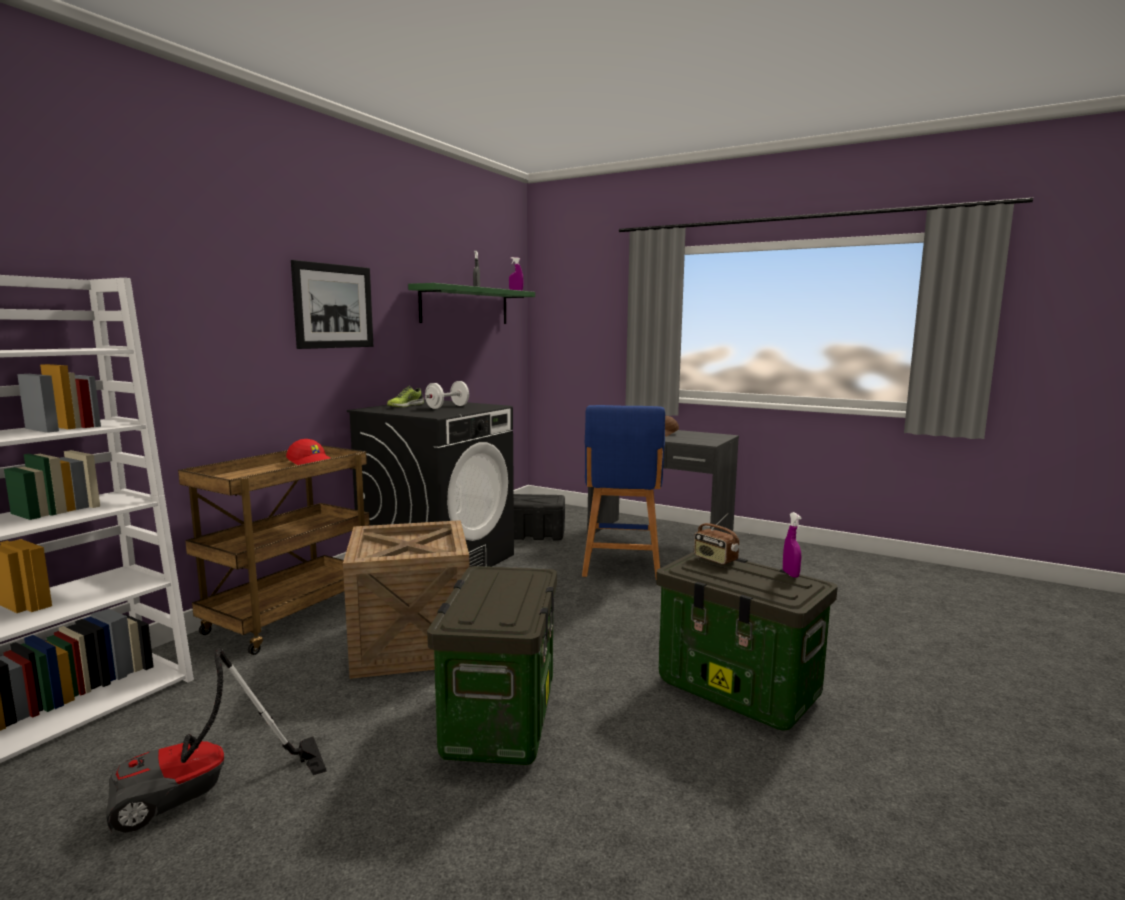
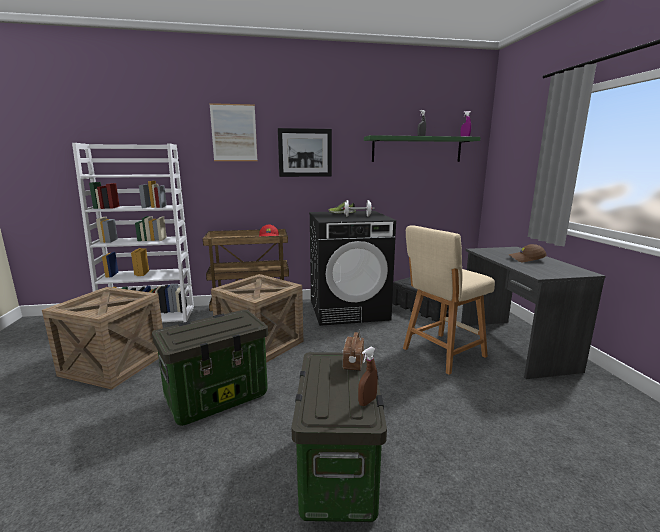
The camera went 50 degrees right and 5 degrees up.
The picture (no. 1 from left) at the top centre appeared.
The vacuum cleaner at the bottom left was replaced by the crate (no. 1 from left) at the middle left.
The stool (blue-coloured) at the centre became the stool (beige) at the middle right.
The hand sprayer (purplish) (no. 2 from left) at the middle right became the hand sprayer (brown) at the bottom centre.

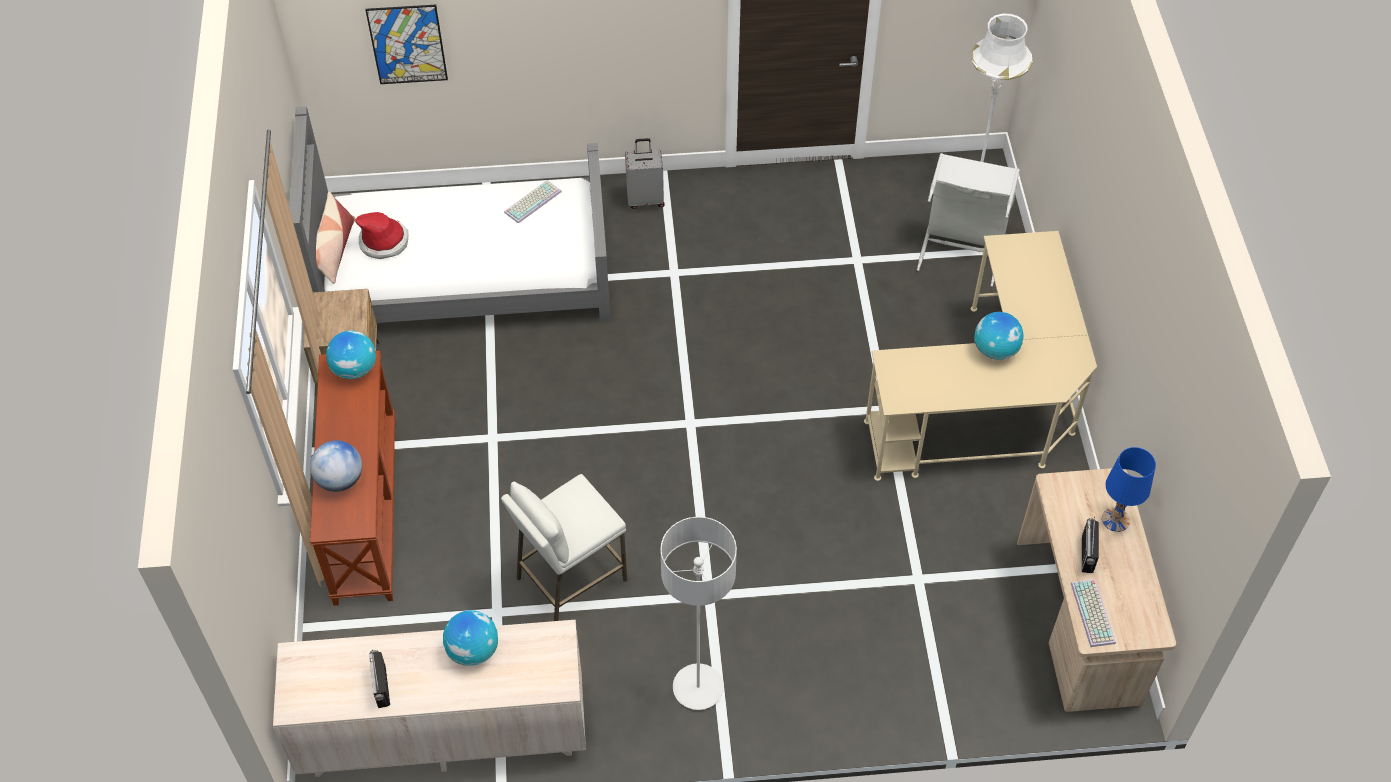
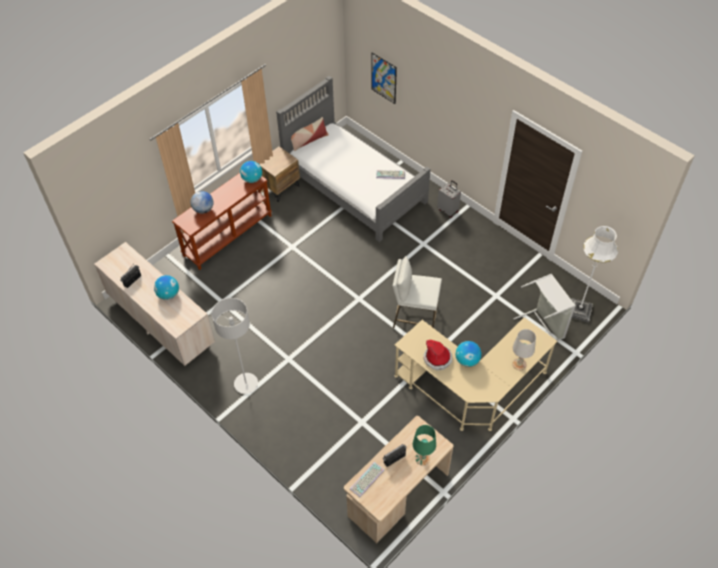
The camera went 50 degrees right and 0 degrees up.
The lamp for a table (white-coloured) at the middle right appeared.
The clothing hat moved from the top left to the centre.
The stool (white-coloured) moved from the bottom centre to the centre.
The lamp for a table (blue-coloured) at the middle right became the lamp for a table (green) at the bottom centre.

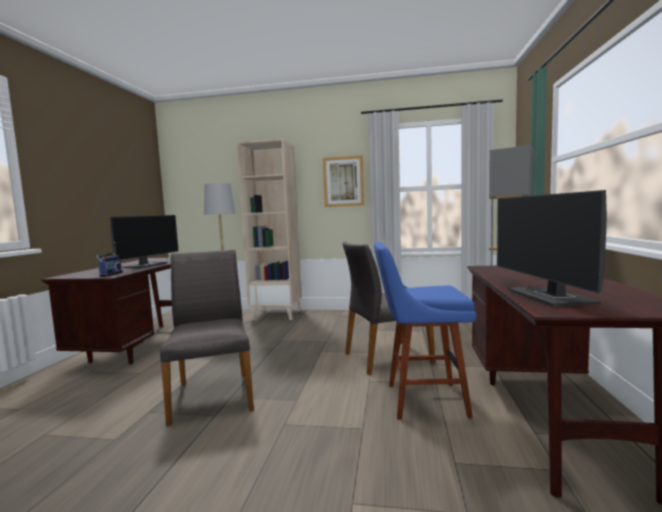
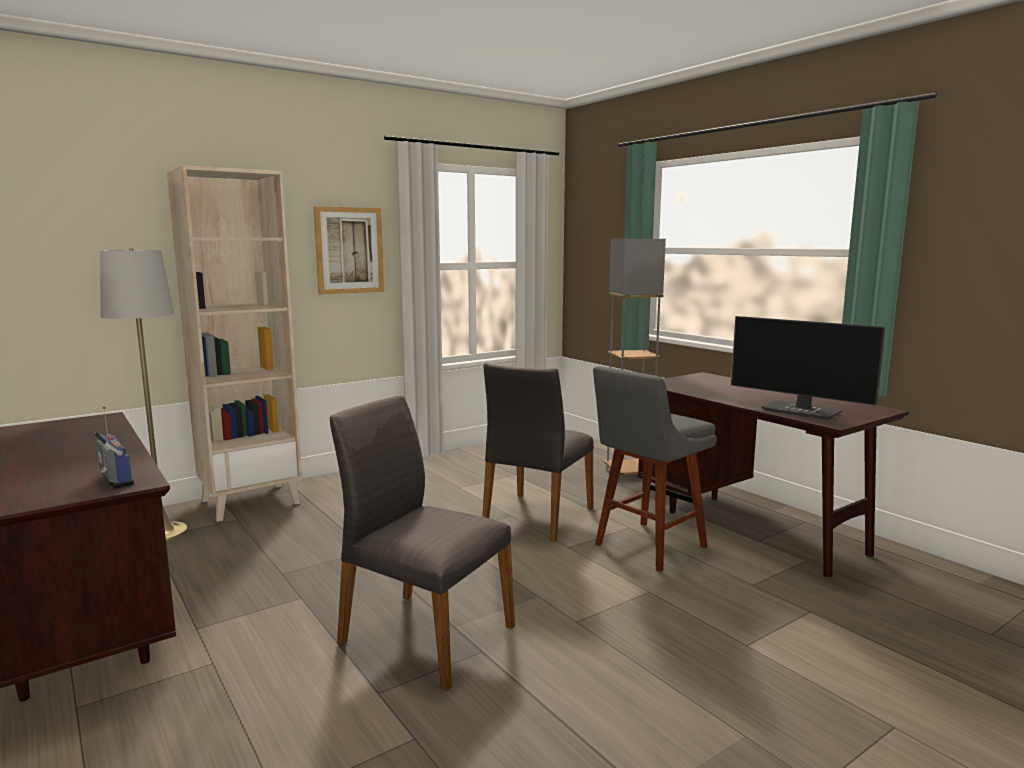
The camera went 45 degrees left and 5 degrees up.
The monitor (no. 1 from left) at the middle left disappeared.
The stool (blue-coloured) at the centre became the stool (gray) at the centre.

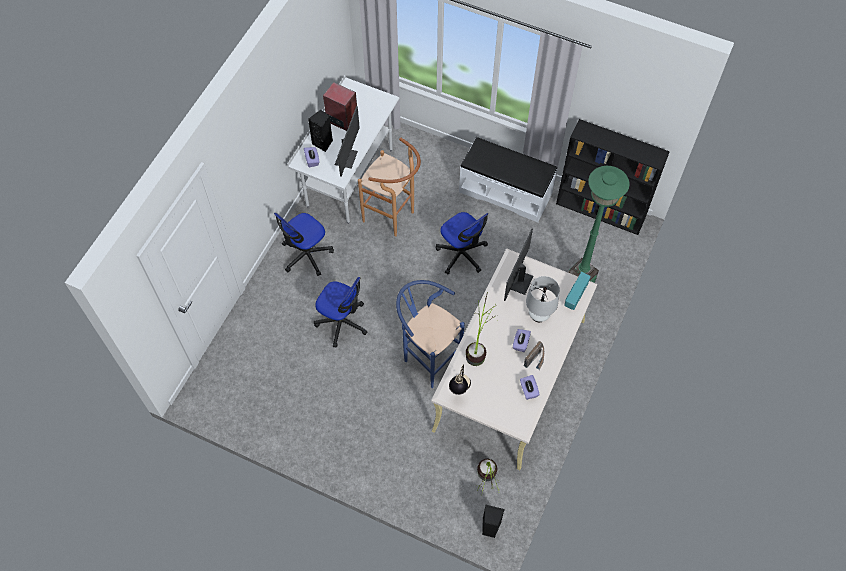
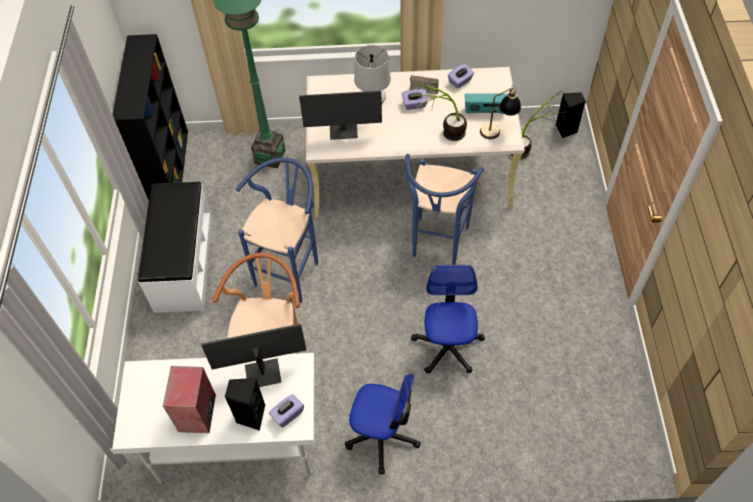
The camera went 115 degrees left and 5 degrees down.
The radio receiver (no. 2 from left) moved from the middle right to the top centre.
The computer chair (no. 3 from left) at the centre was replaced by the stool (blue-coloured) (no. 1 from left) at the centre.

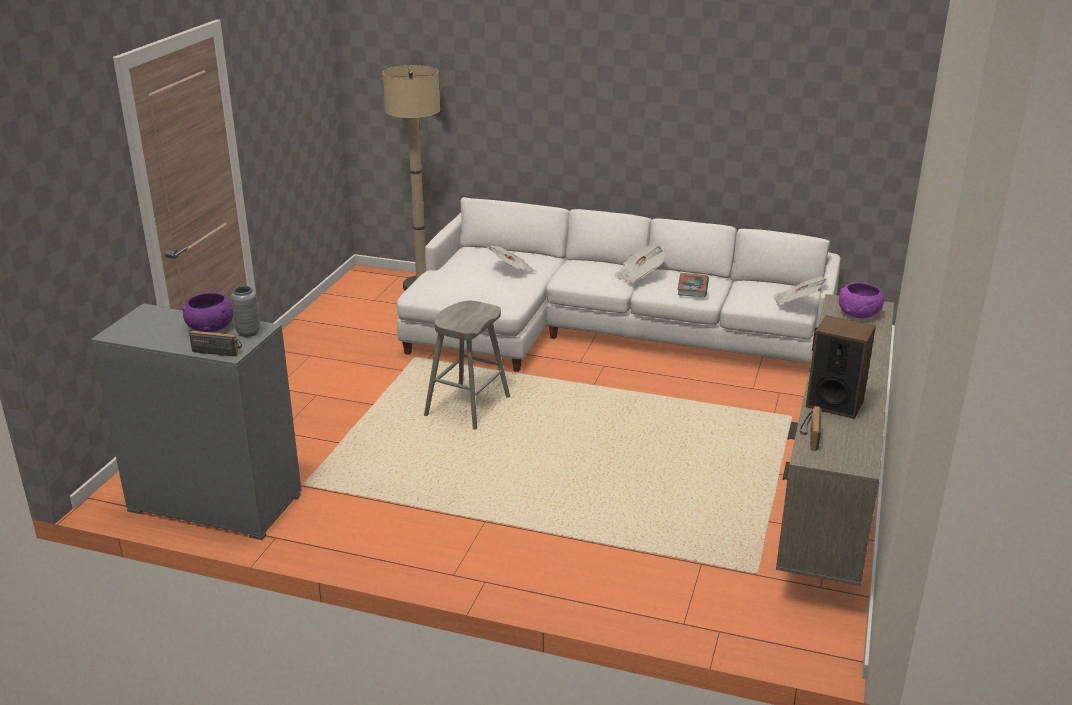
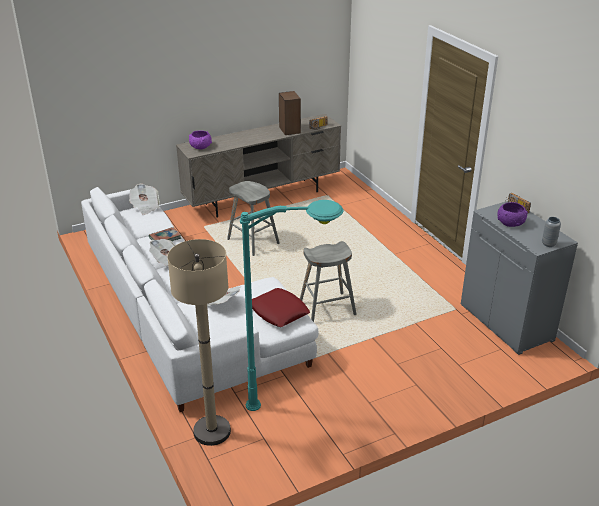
The camera went 135 degrees left and 5 degrees up.
The stool (gray) (no. 1 from left) at the centre appeared.
The standard lamp (turquoise) at the centre appeared.
The pillow (reddish) at the centre appeared.
The vase (gray) moved from the middle left to the middle right.

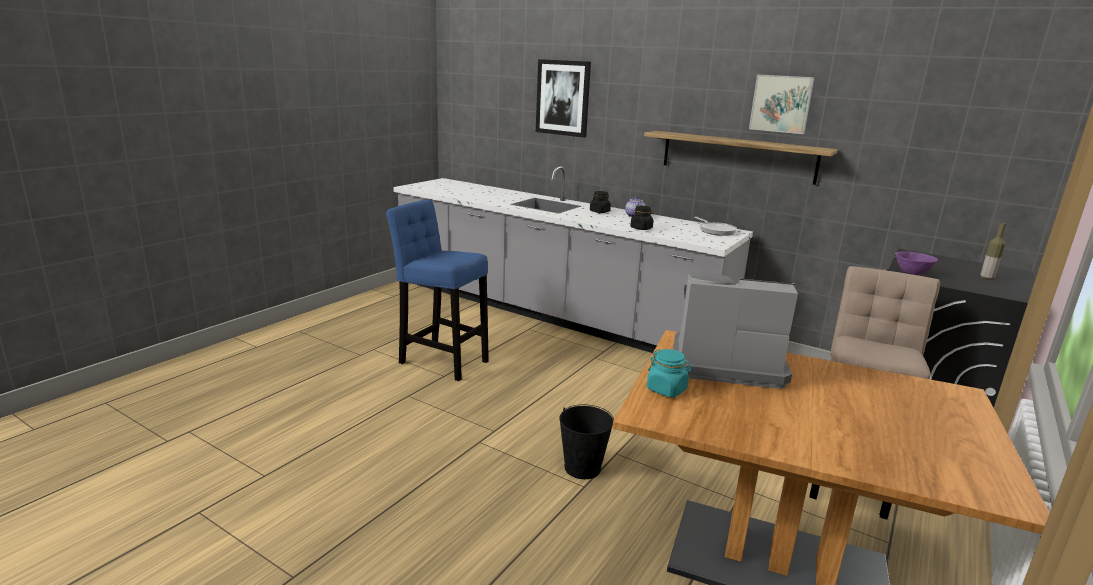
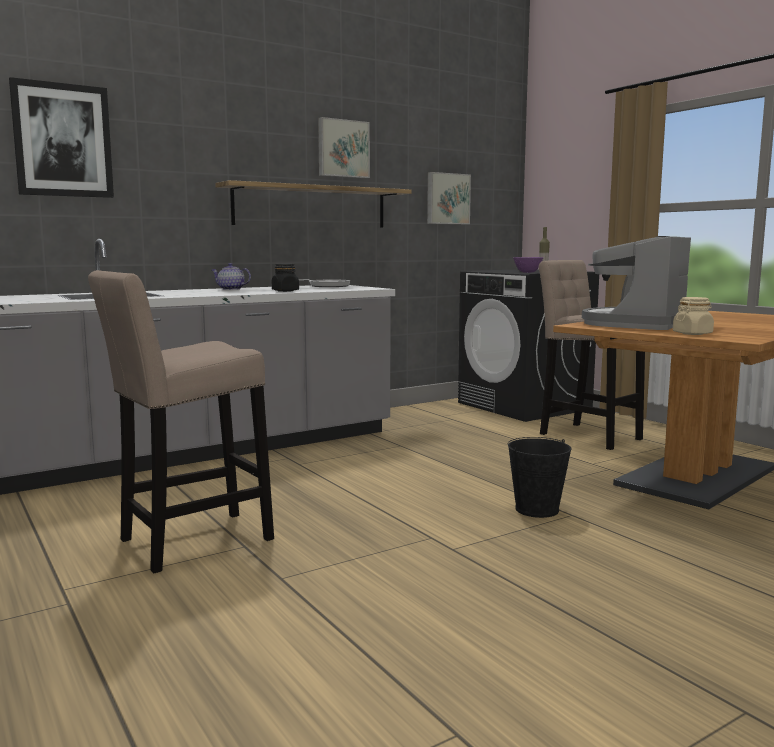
The camera went 65 degrees left and 10 degrees down.
The preserve jar (black) (no. 1 from left) at the centre disappeared.
The picture (no. 3 from left) at the top centre appeared.
The stool (blue-coloured) at the centre became the stool (beige) (no. 1 from left) at the middle left.
The preserve jar (turquoise) at the centre became the preserve jar (beige) at the middle right.

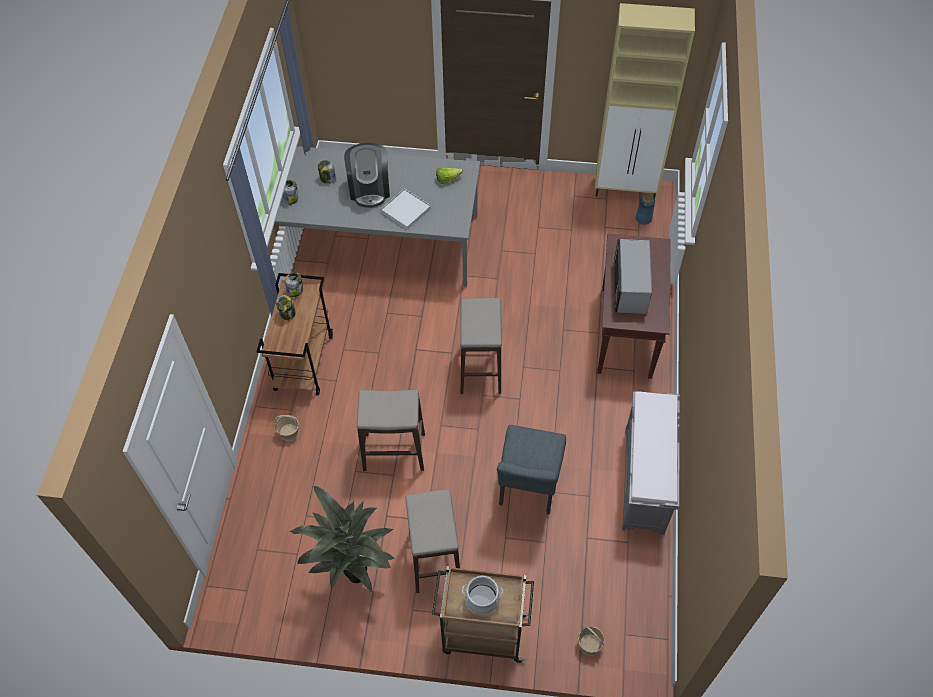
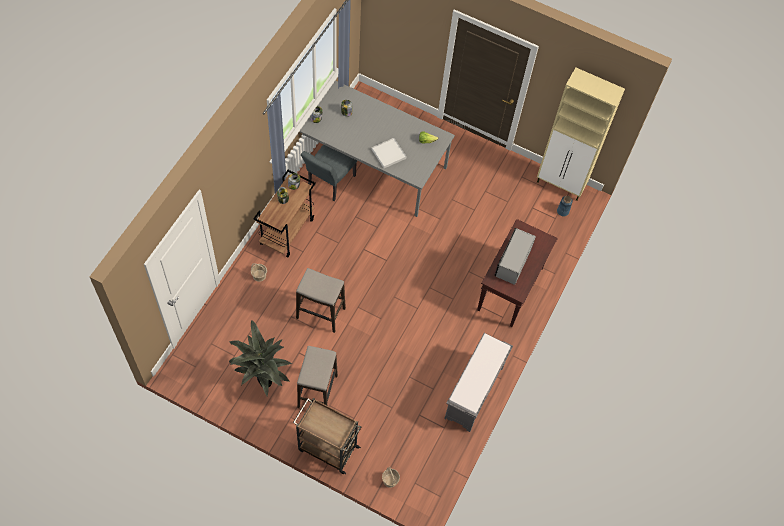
The camera went 15 degrees right and 5 degrees up.
The coffee maker at the top centre disappeared.
The stool (no. 3 from left) at the centre disappeared.
The saucepot at the bottom centre disappeared.
The plain chair (gray) moved from the bottom centre to the top centre.

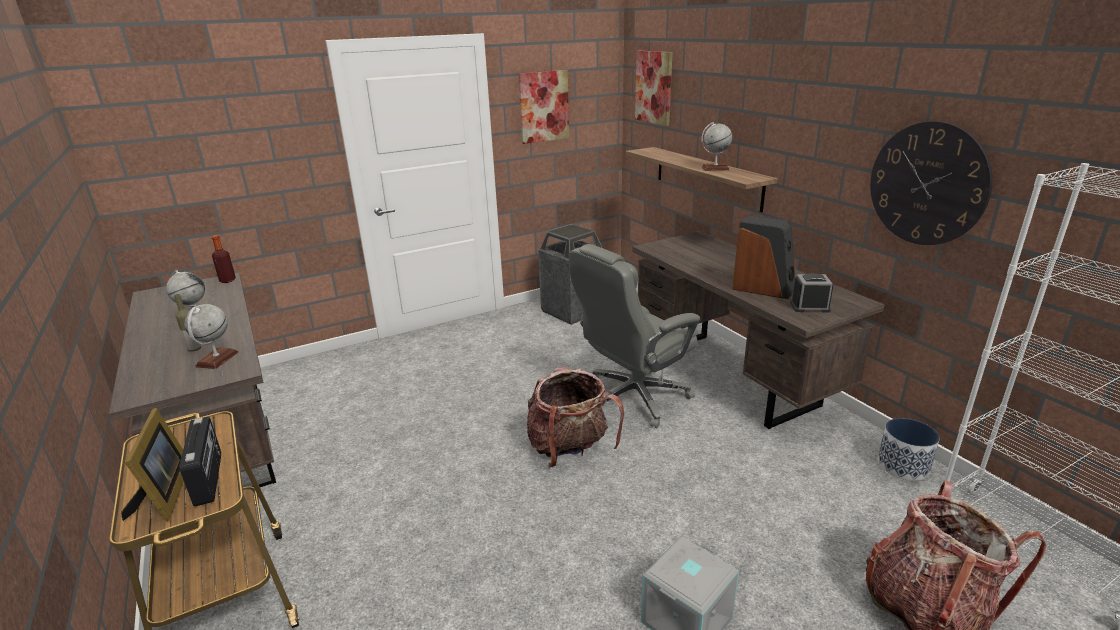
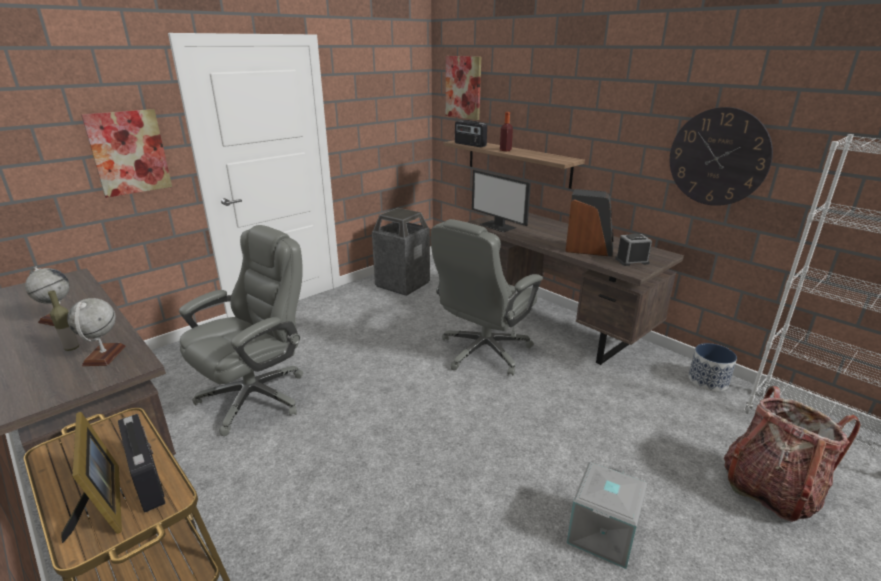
The camera went 15 degrees left and 0 degrees up.
The rucksack (no. 1 from left) at the centre disappeared.
The world globe (no. 3 from left) at the top centre disappeared.
The computer chair (gray) (no. 1 from left) at the middle left appeared.
The radio receiver (no. 2 from left) at the top centre appeared.
The monitor at the centre appeared.
The bottle (no. 2 from left) moved from the middle left to the top centre.
The picture (no. 1 from left) moved from the top centre to the top left.

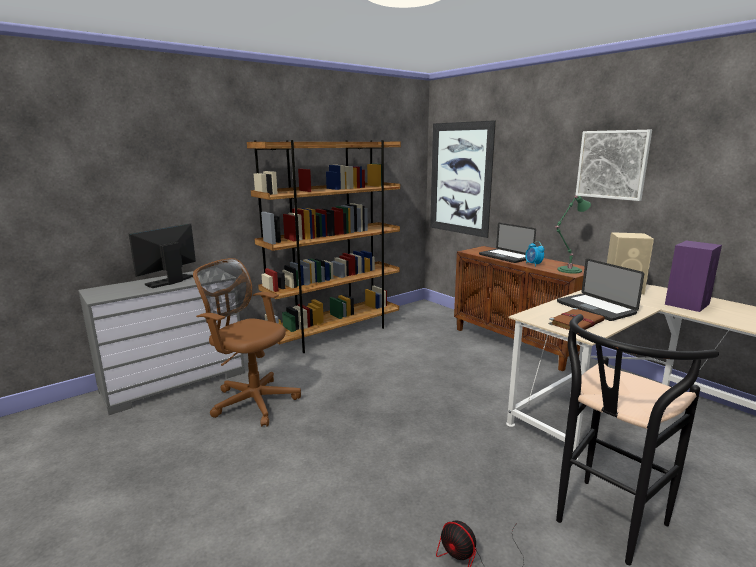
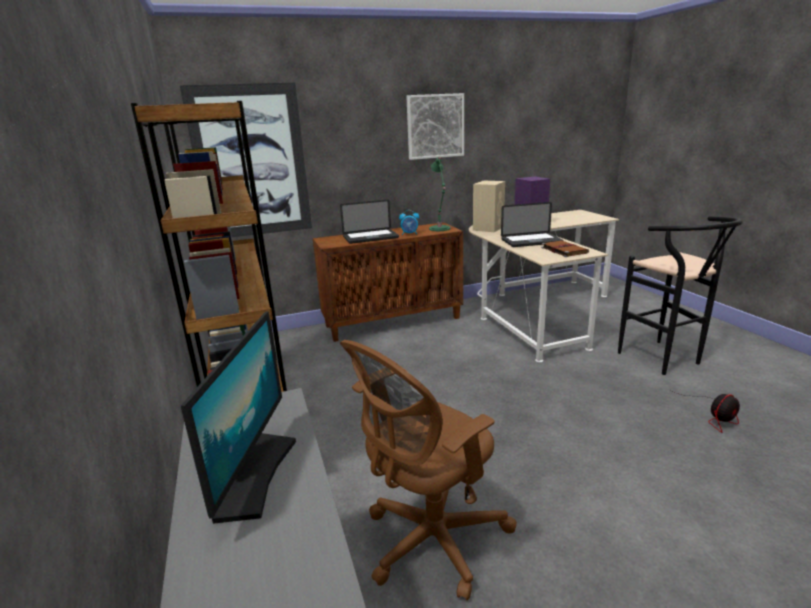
The camera went 70 degrees left and 5 degrees up.
The monitor at the middle left turned 135 degrees counterclockwise.

